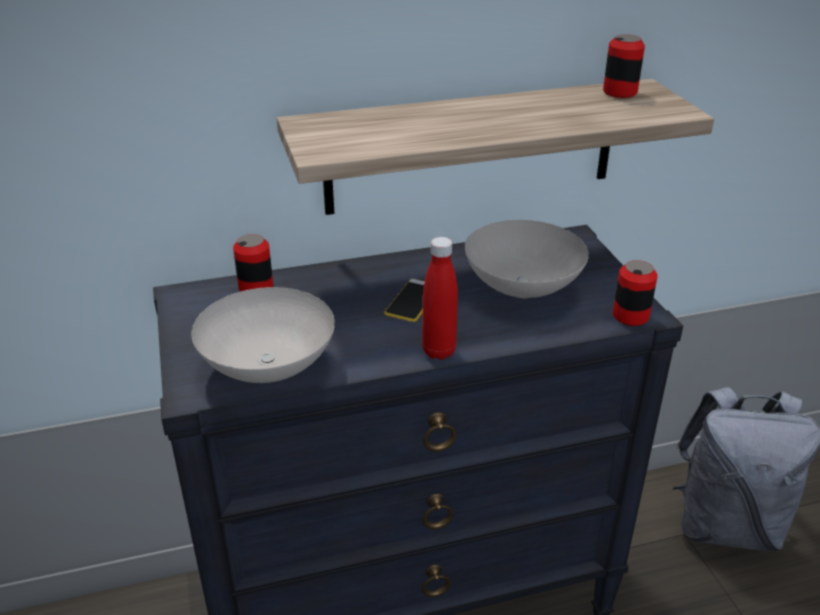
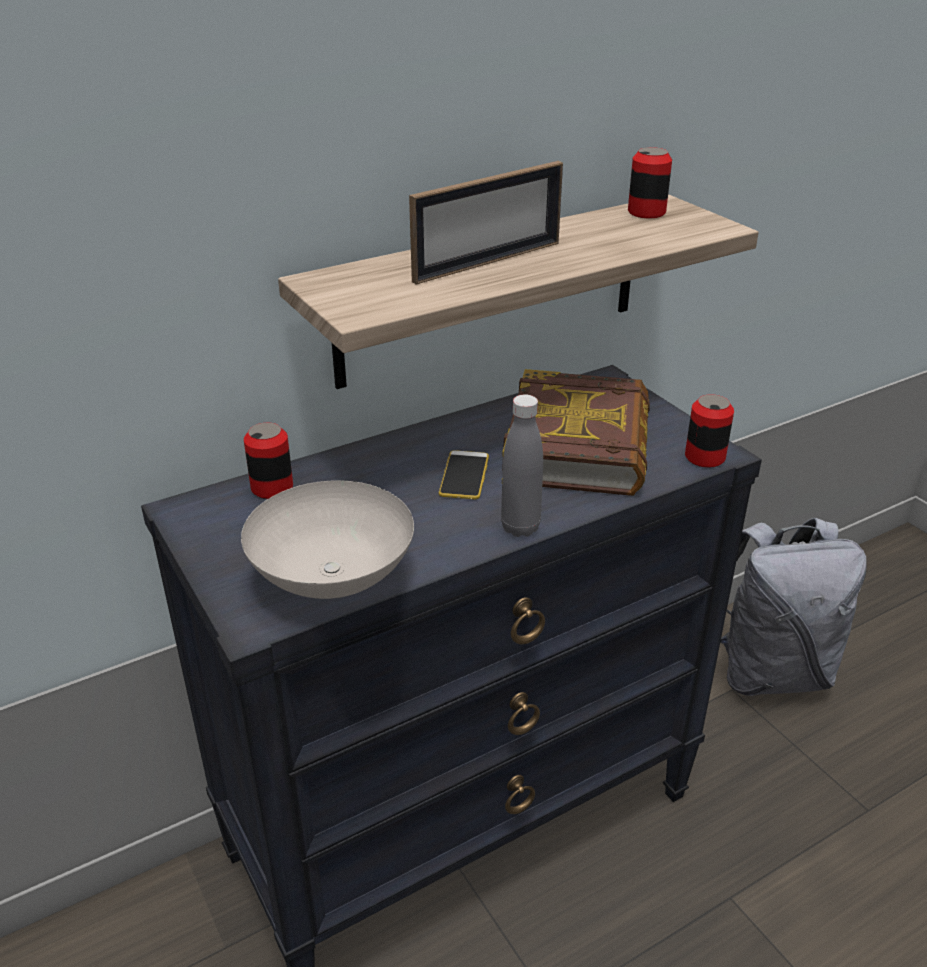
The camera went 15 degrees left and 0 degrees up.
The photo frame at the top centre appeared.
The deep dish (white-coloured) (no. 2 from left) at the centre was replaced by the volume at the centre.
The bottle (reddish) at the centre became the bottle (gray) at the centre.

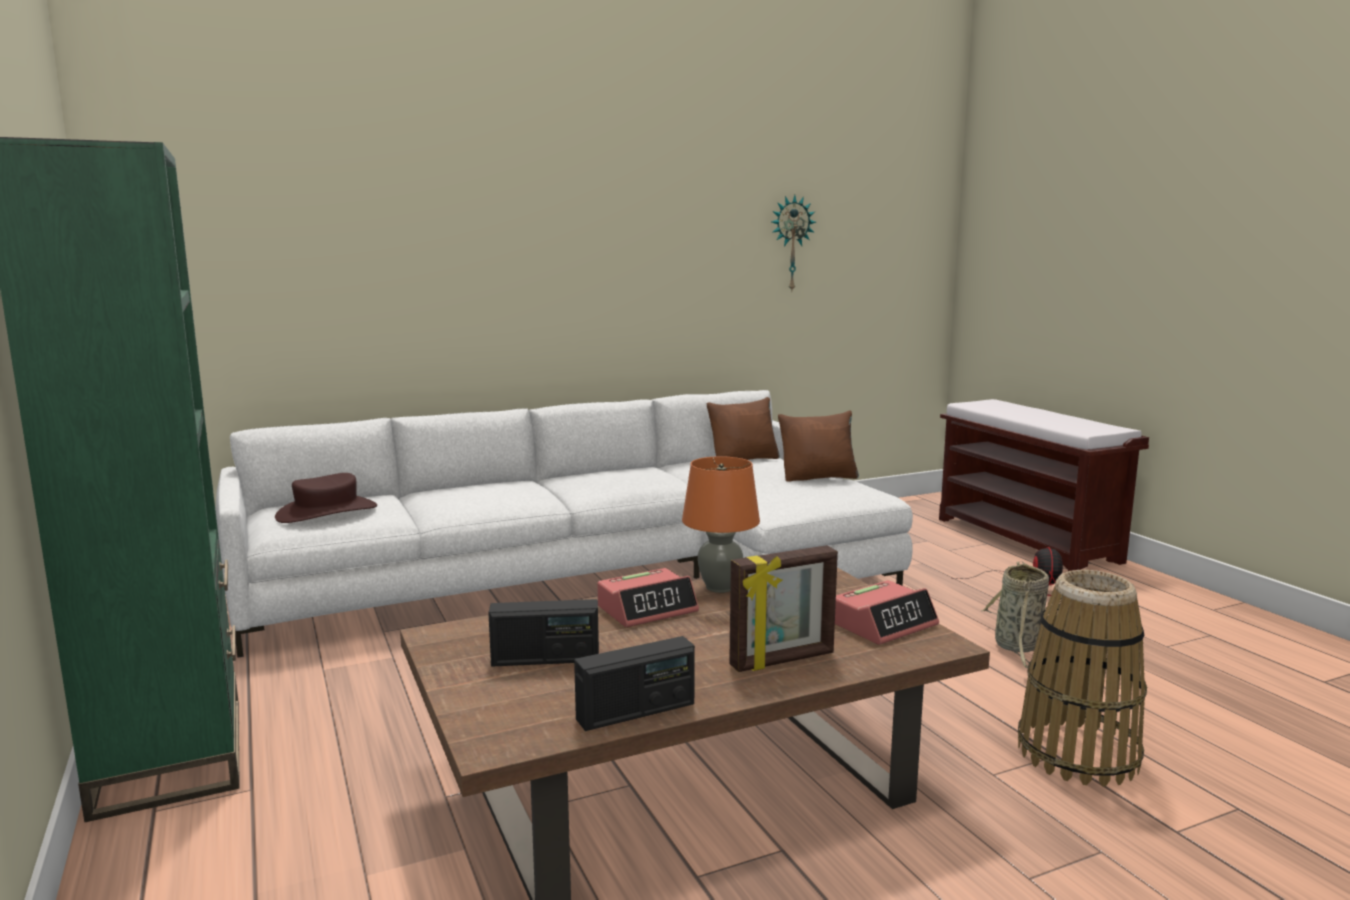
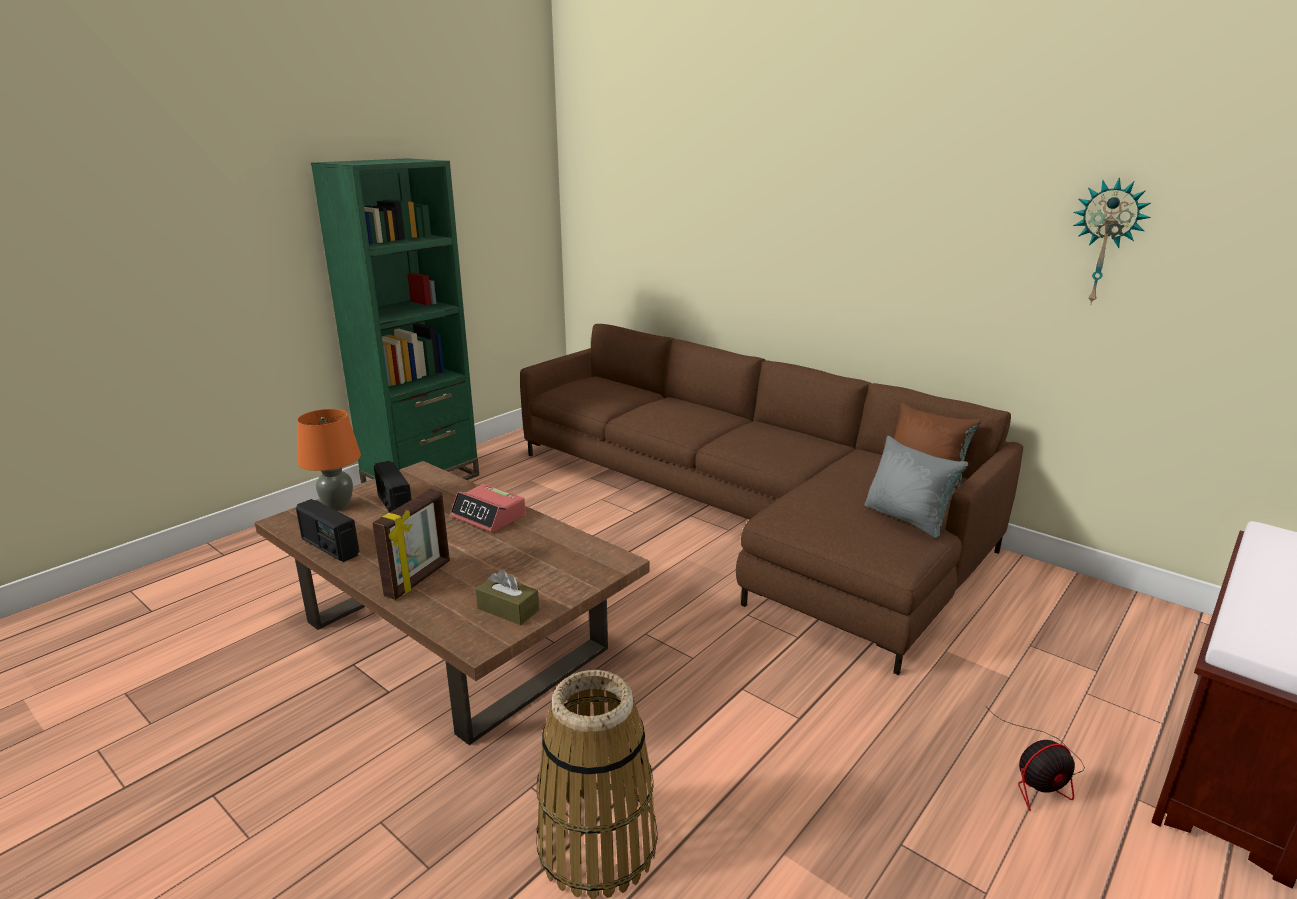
The camera went 65 degrees right and 10 degrees up.
The clothing hat (brown) at the middle left disappeared.
The storage basket (no. 1 from left) at the bottom right disappeared.
The lamp for a table (orange) moved from the centre to the middle left.
The alarm clock (no. 2 from left) at the bottom centre was replaced by the tissue holder (brown) at the centre.
The sofa (white-coloured) at the centre became the sofa (brown) at the centre.
The pillow (brown) (no. 2 from left) at the centre became the pillow (gray) at the middle right.
The photo frame at the bottom centre turned 105 degrees counterclockwise.

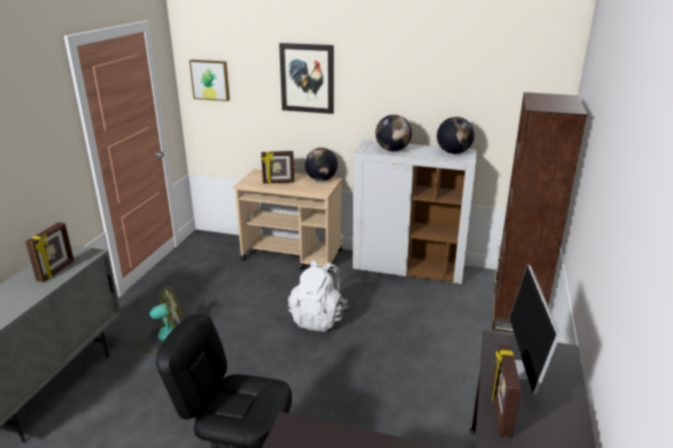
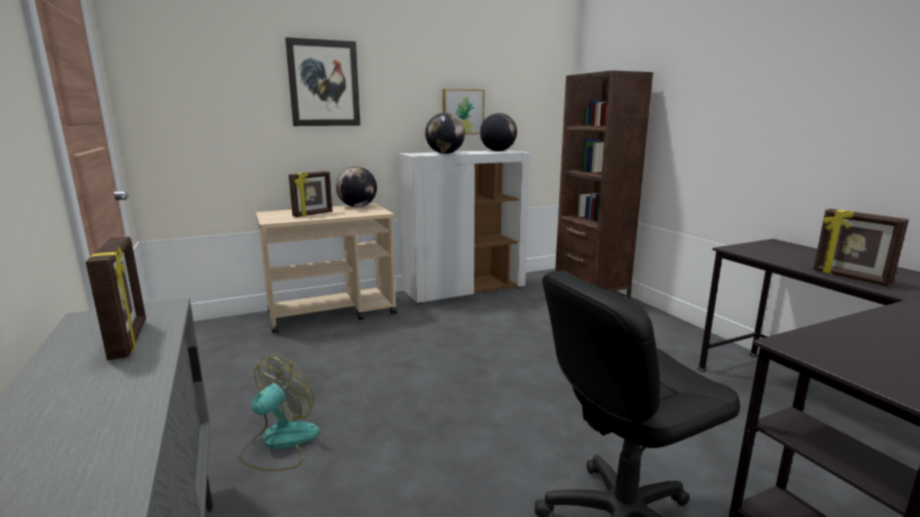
The camera went 40 degrees left and 10 degrees down.
The rucksack (white-coloured) at the centre disappeared.
The monitor at the bottom right disappeared.
The picture (no. 1 from left in the first image) moved from the top left to the top centre.

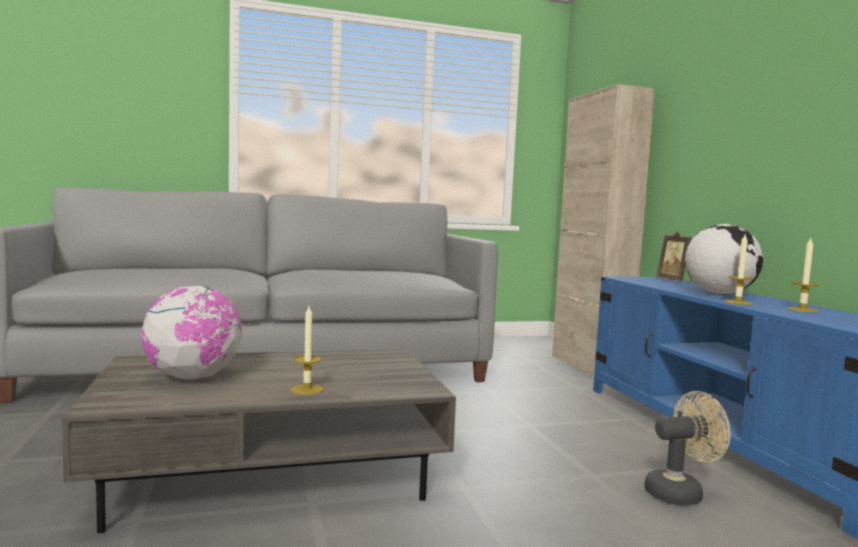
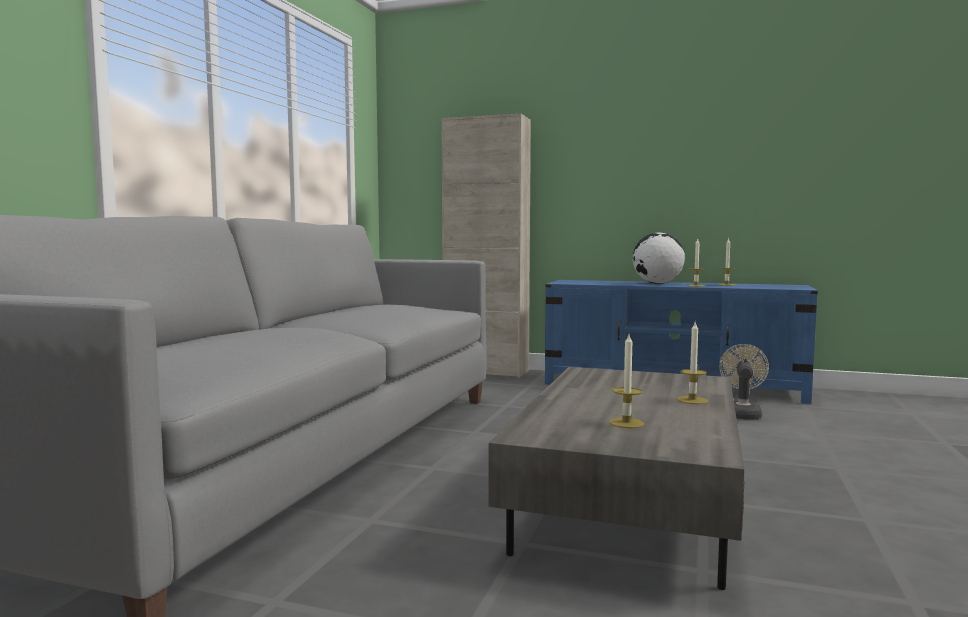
The camera went 55 degrees left and 0 degrees up.
The photo frame at the middle right disappeared.
The world globe (no. 1 from left) at the middle left was replaced by the wax candle (no. 1 from left) at the centre.

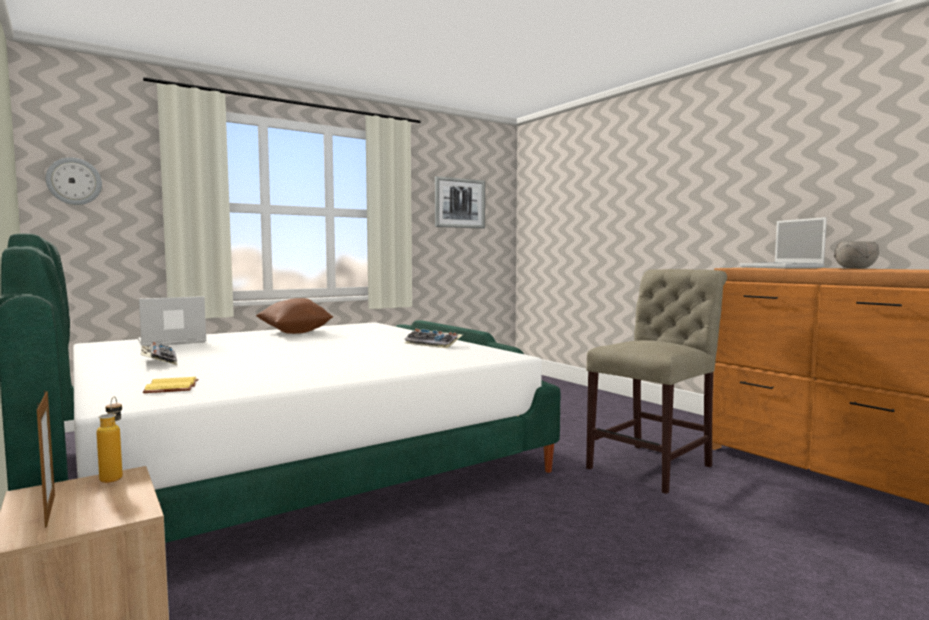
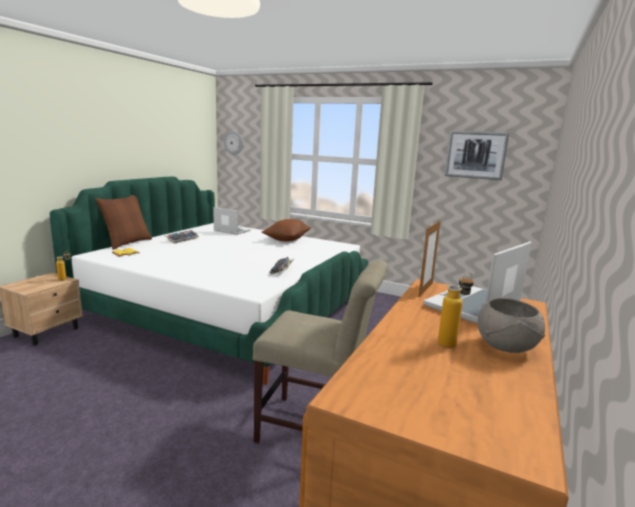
The camera went 60 degrees right and 10 degrees up.
The pillow (brown) (no. 1 from left) at the middle left appeared.
The bottle (no. 2 from left) at the middle right appeared.
The photo frame moved from the bottom left to the middle right.

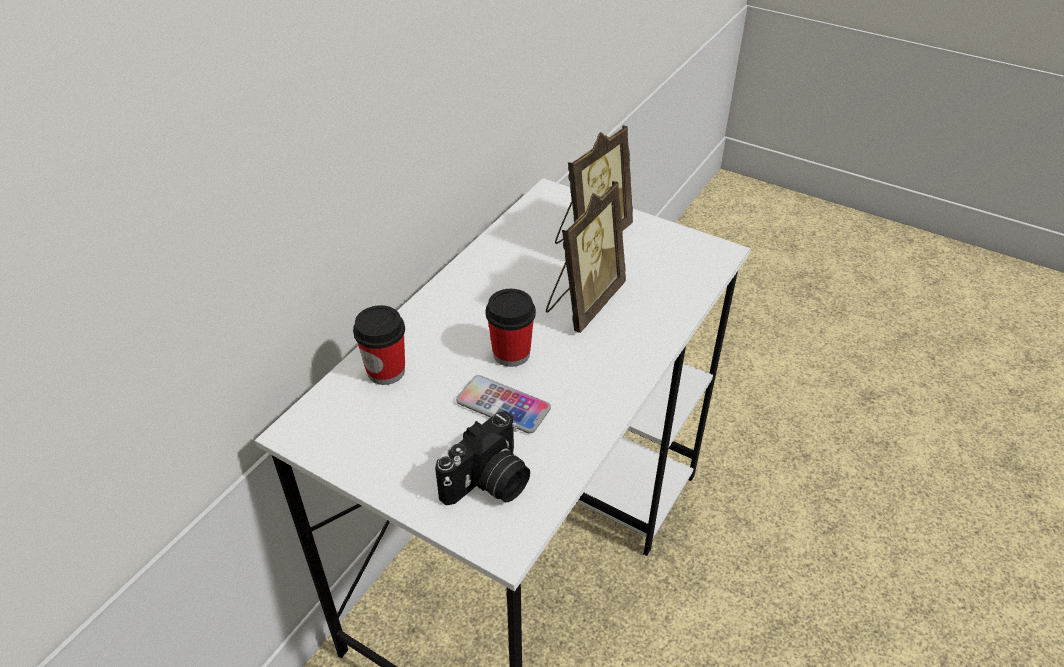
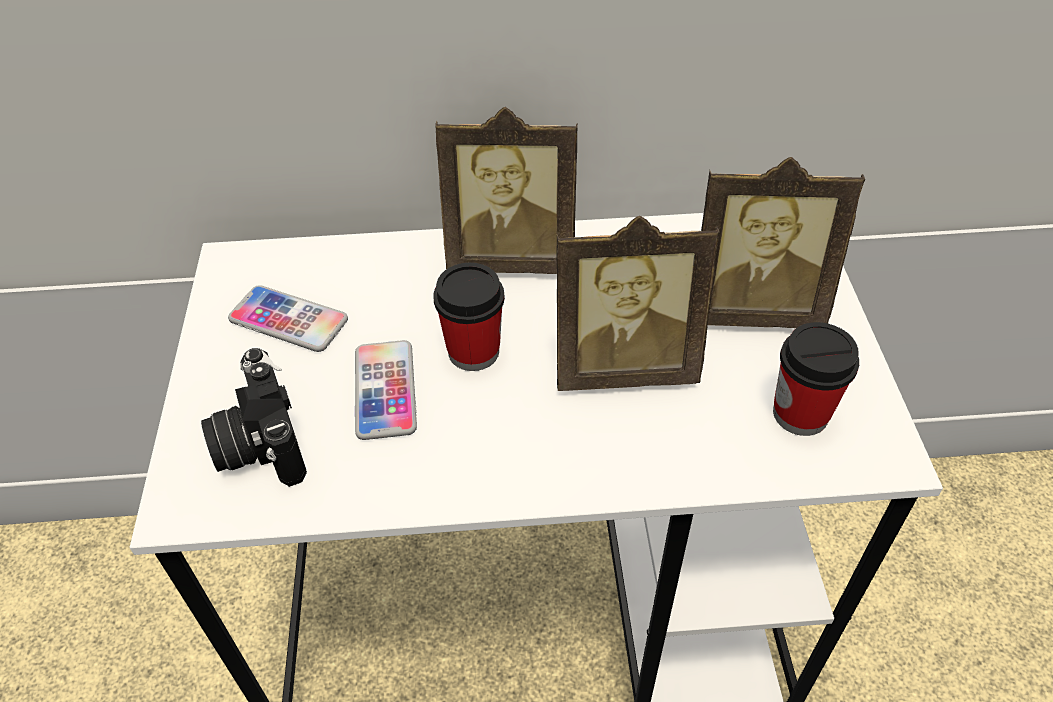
The camera went 55 degrees right and 5 degrees up.
The telephone (no. 1 from left) at the middle left appeared.
The photo frame (no. 1 from left) at the top centre appeared.
The small cup (no. 1 from left in the first image) moved from the centre to the middle right.
The photo camera at the bottom centre turned 60 degrees clockwise.

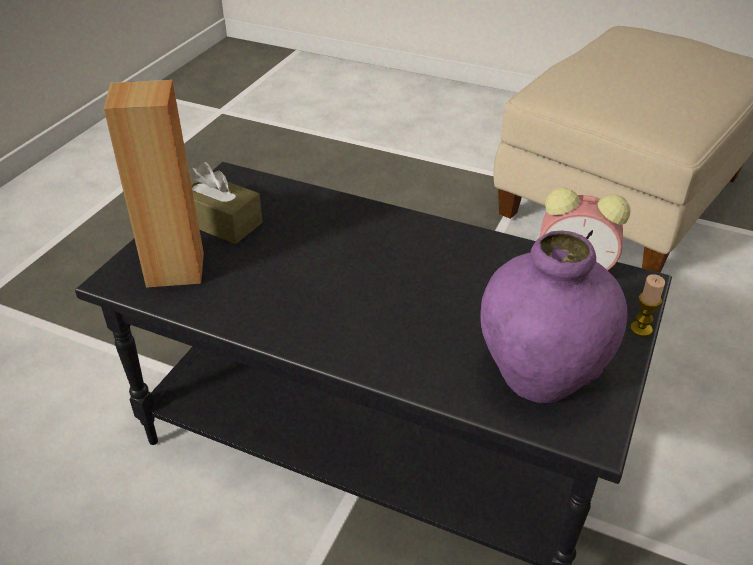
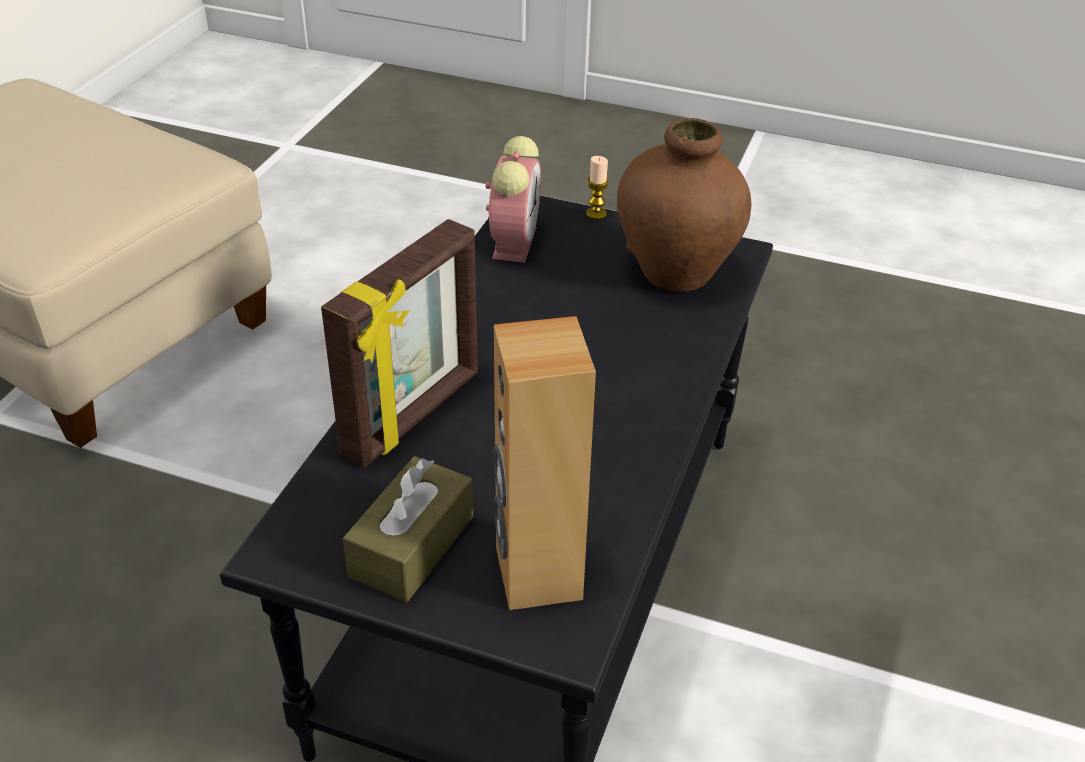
The camera went 95 degrees left and 0 degrees up.
The photo frame at the centre appeared.
The vase (purplish) at the middle right became the vase (brown) at the top centre.

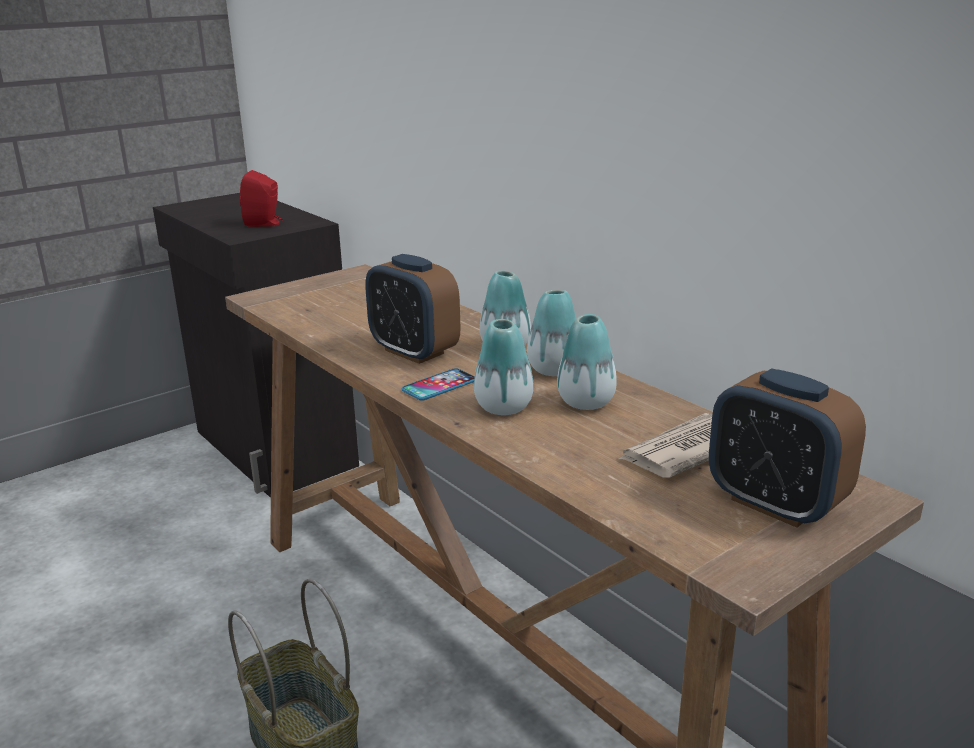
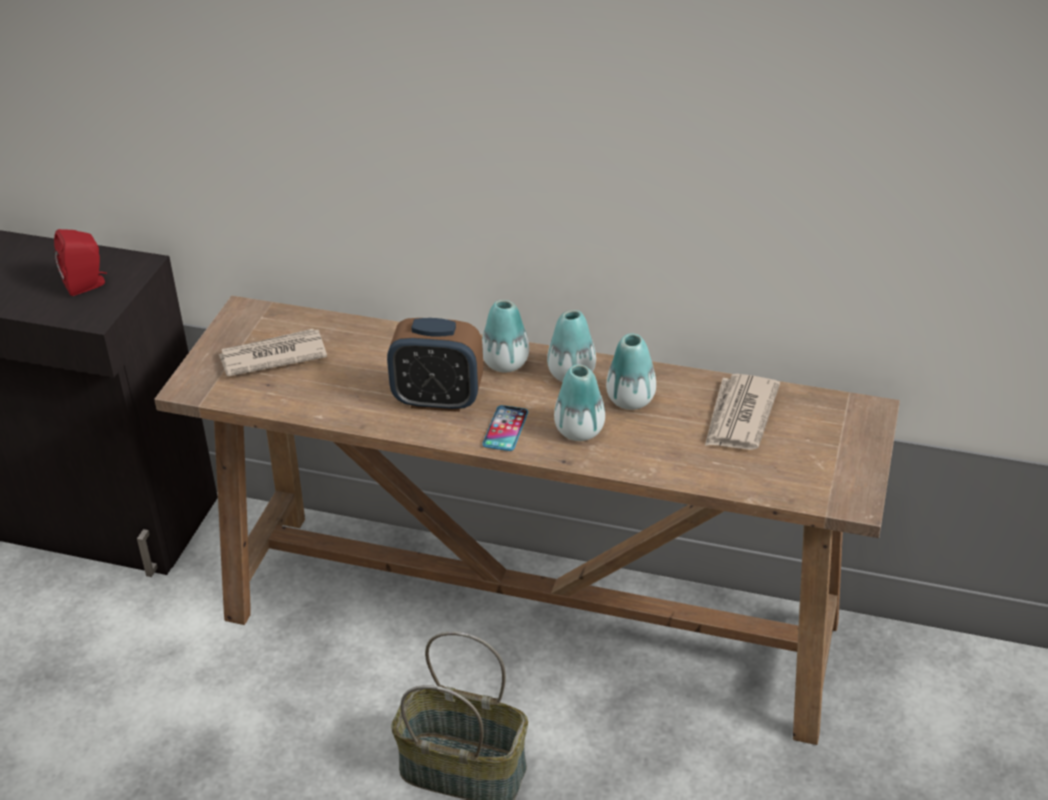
The camera went 35 degrees left and 15 degrees up.
The alarm clock (no. 2 from left) at the middle right disappeared.
The daily paper (no. 1 from left) at the middle left appeared.

